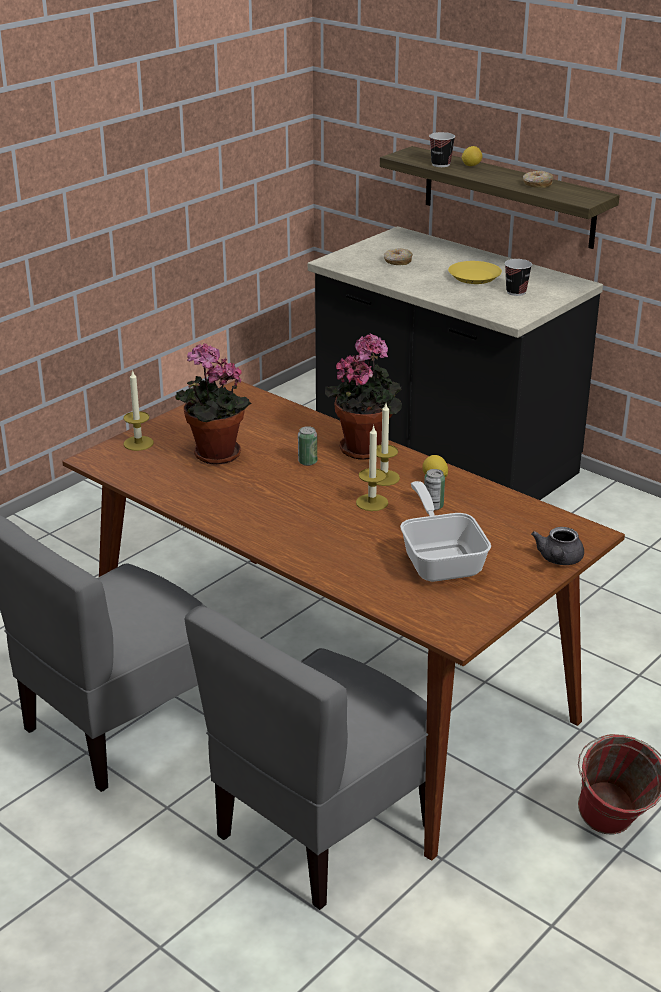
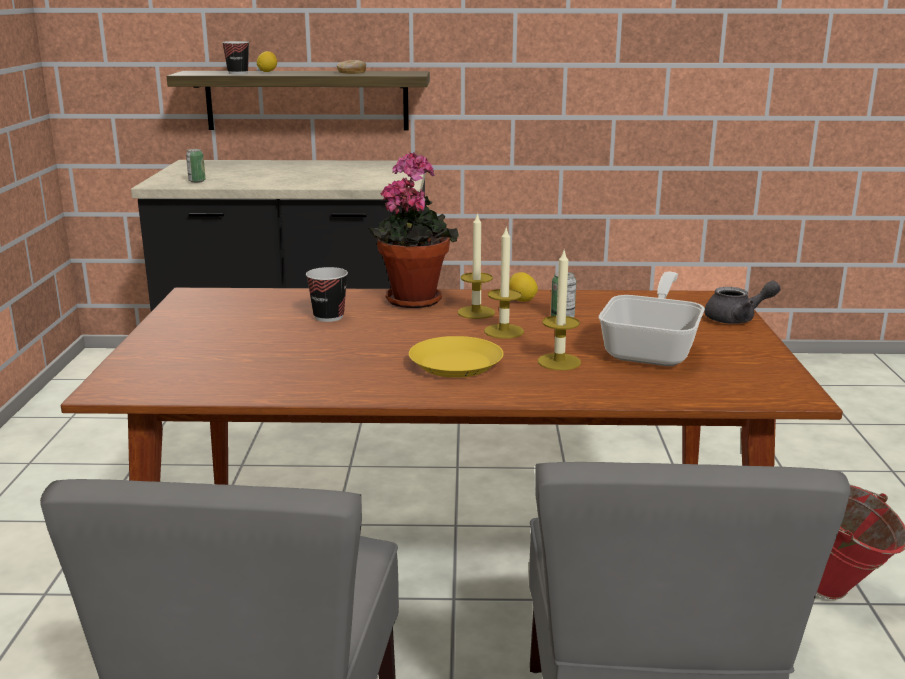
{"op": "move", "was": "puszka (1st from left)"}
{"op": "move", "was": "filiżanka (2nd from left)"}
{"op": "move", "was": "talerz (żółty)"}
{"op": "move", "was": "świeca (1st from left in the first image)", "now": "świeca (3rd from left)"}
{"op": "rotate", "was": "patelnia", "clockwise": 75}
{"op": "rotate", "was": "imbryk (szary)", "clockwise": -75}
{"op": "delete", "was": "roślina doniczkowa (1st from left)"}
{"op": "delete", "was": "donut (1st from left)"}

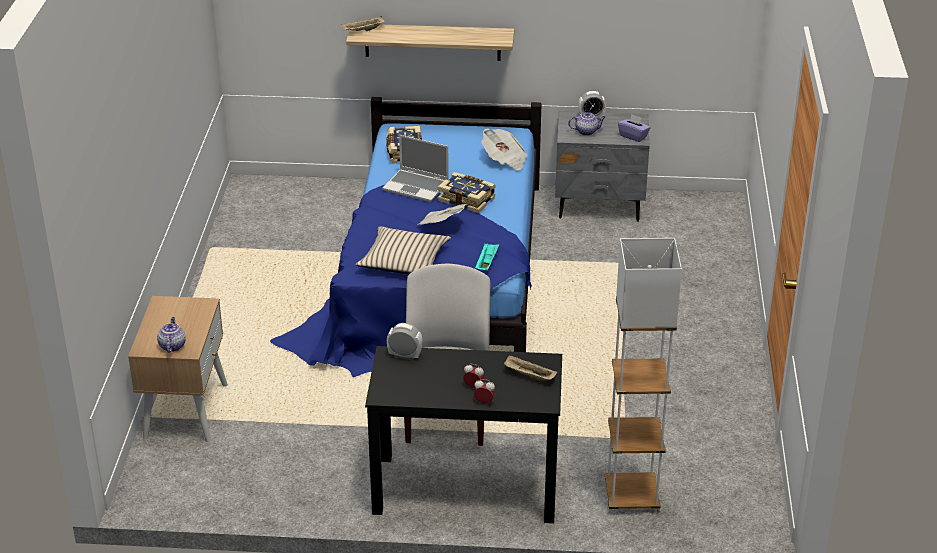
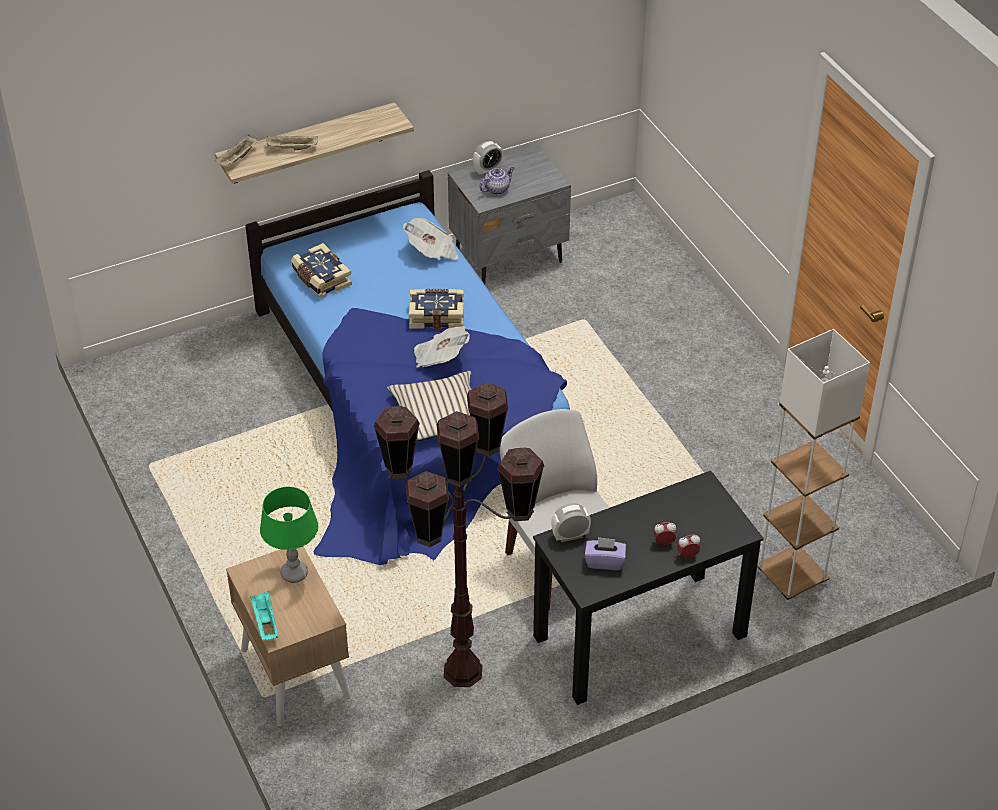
{"op": "move", "was": "taca (turkusowy)"}
{"op": "insert", "now": "lampa stołowa (zielony)"}
{"op": "move", "was": "taca (beżowy) (2nd from left)"}
{"op": "insert", "now": "lampa stojąca (brązowy)"}
{"op": "move", "was": "pudełko chusteczek (fioletowy)"}
{"op": "delete", "was": "imbryk (1st from left)"}
{"op": "delete", "was": "laptop"}

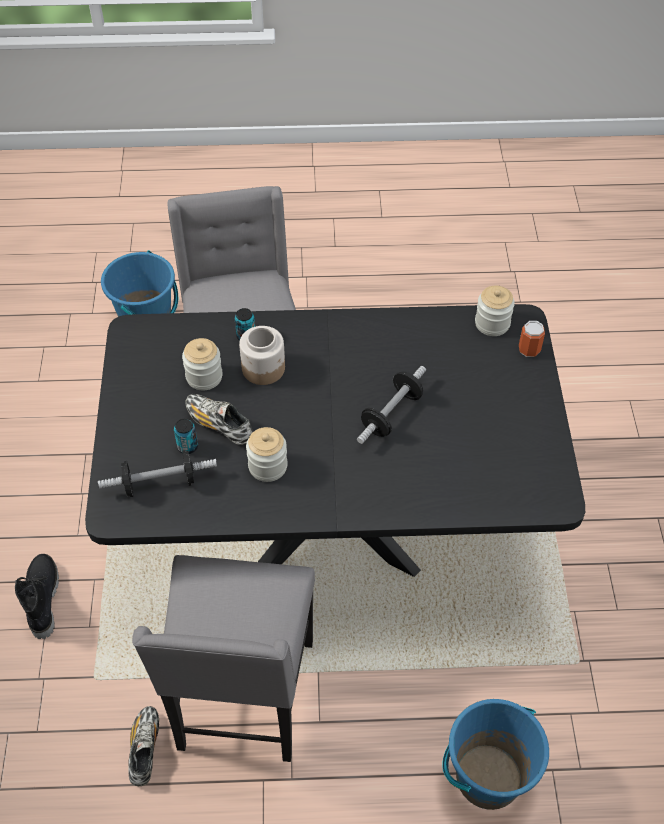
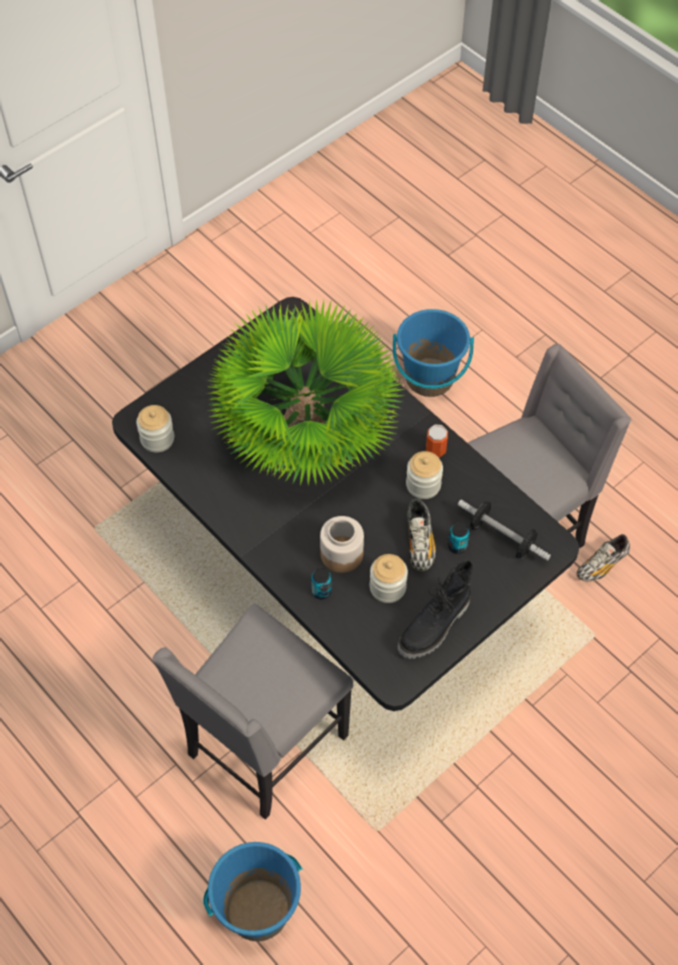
{"op": "replace", "was": "hantel (2nd from left)", "now": "roślina doniczkowa"}
{"op": "move", "was": "but z cholewką (czarny)"}
{"op": "move", "was": "puszka (3rd from left in the first image)", "now": "puszka (2nd from left)"}

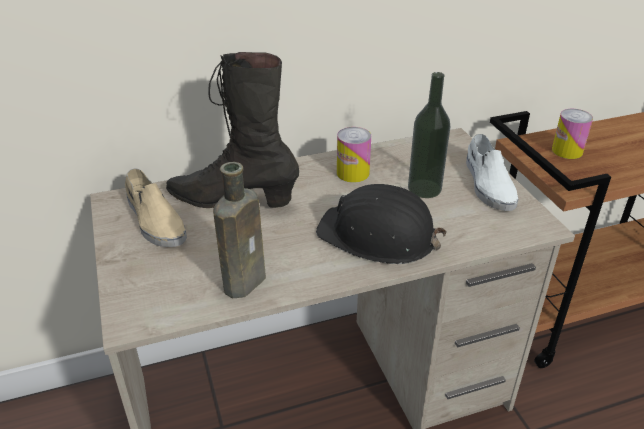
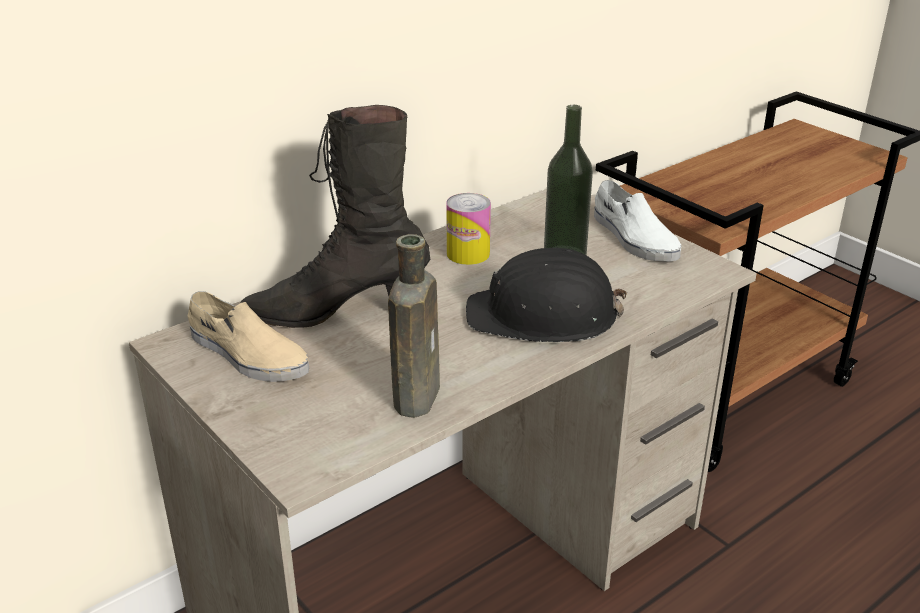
{"op": "delete", "was": "puszka (2nd from left)"}

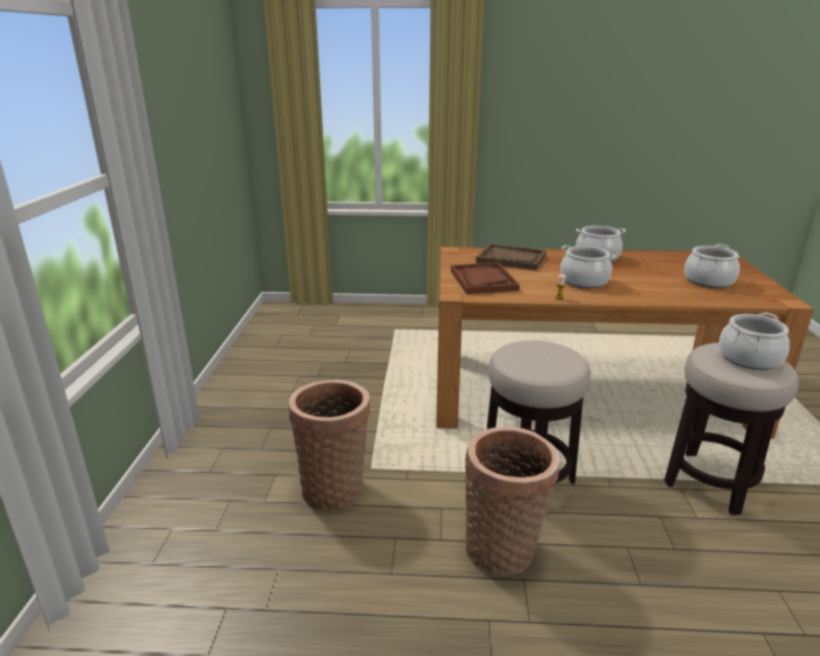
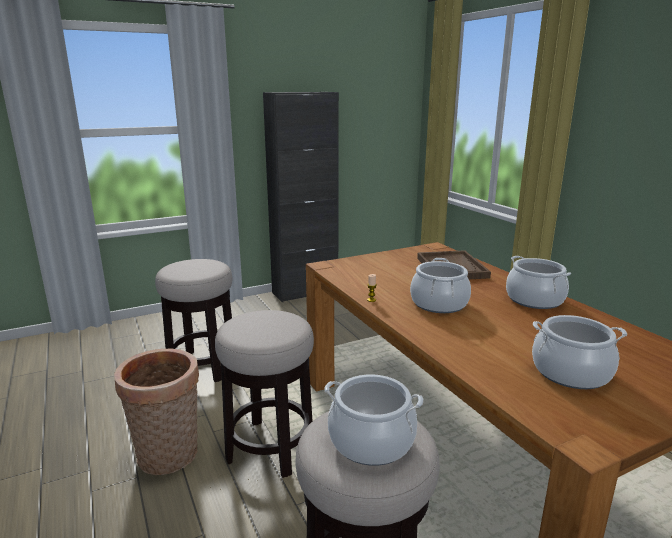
{"op": "replace", "was": "koszyk (1st from left)", "now": "stołek (1st from left)"}
{"op": "insert", "now": "szafka (czarny)"}
{"op": "delete", "was": "taca (brązowy) (1st from left)"}

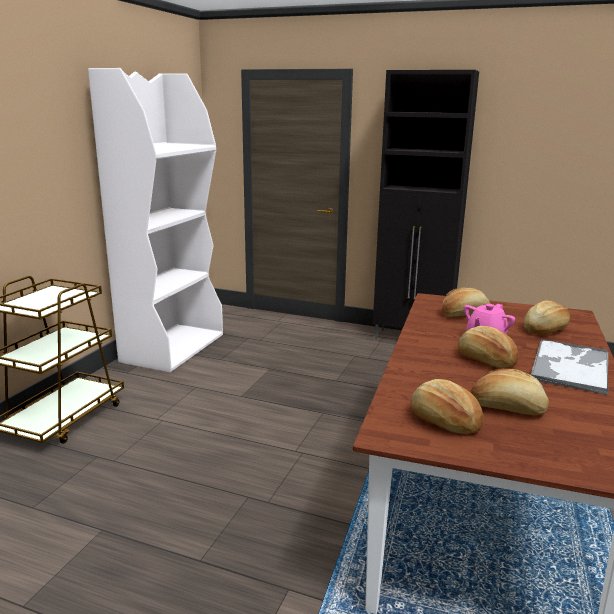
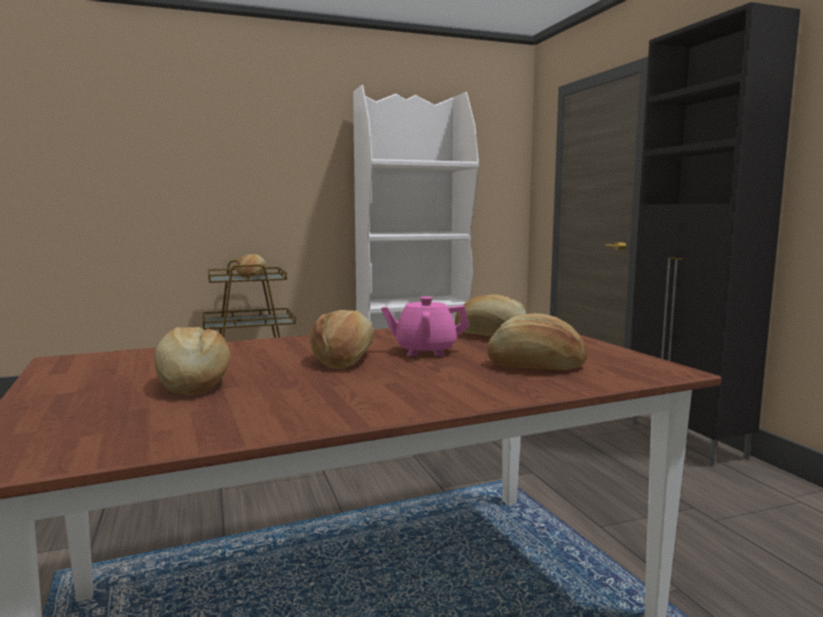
{"op": "move", "was": "chleb (1st from left in the first image)", "now": "chleb (2nd from left)"}
{"op": "delete", "was": "taca"}

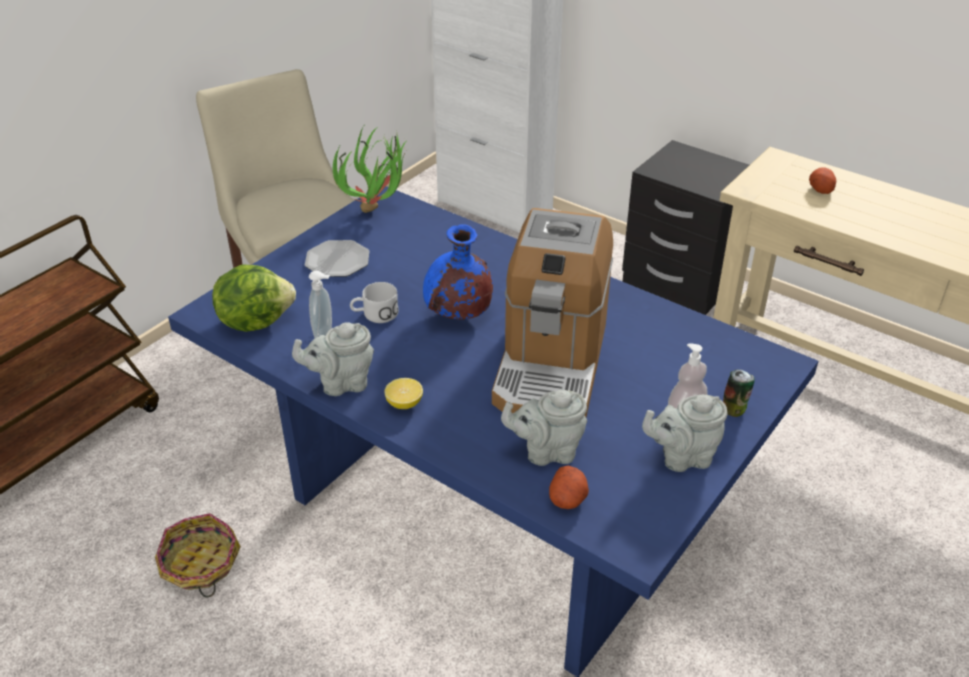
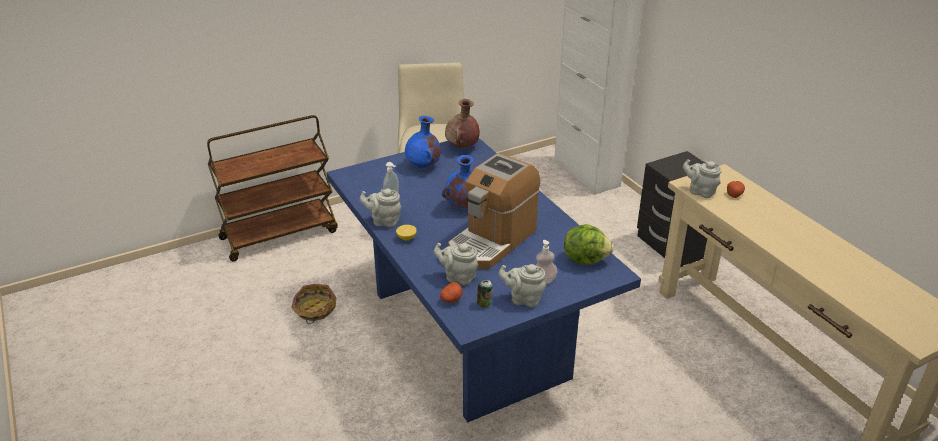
{"op": "replace", "was": "talerz", "now": "wazon (niebieski) (1st from left)"}
{"op": "replace", "was": "roślina doniczkowa", "now": "wazon (brązowy)"}
{"op": "move", "was": "puszka"}
{"op": "move", "was": "sałata"}
{"op": "insert", "now": "imbryk (szary) (4th from left)"}
{"op": "delete", "was": "kubek (biały)"}

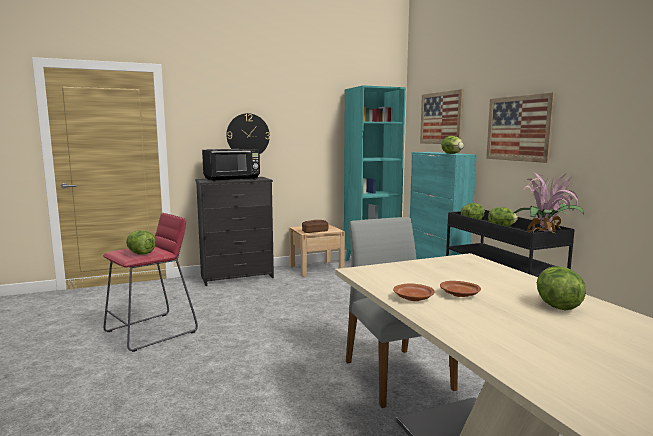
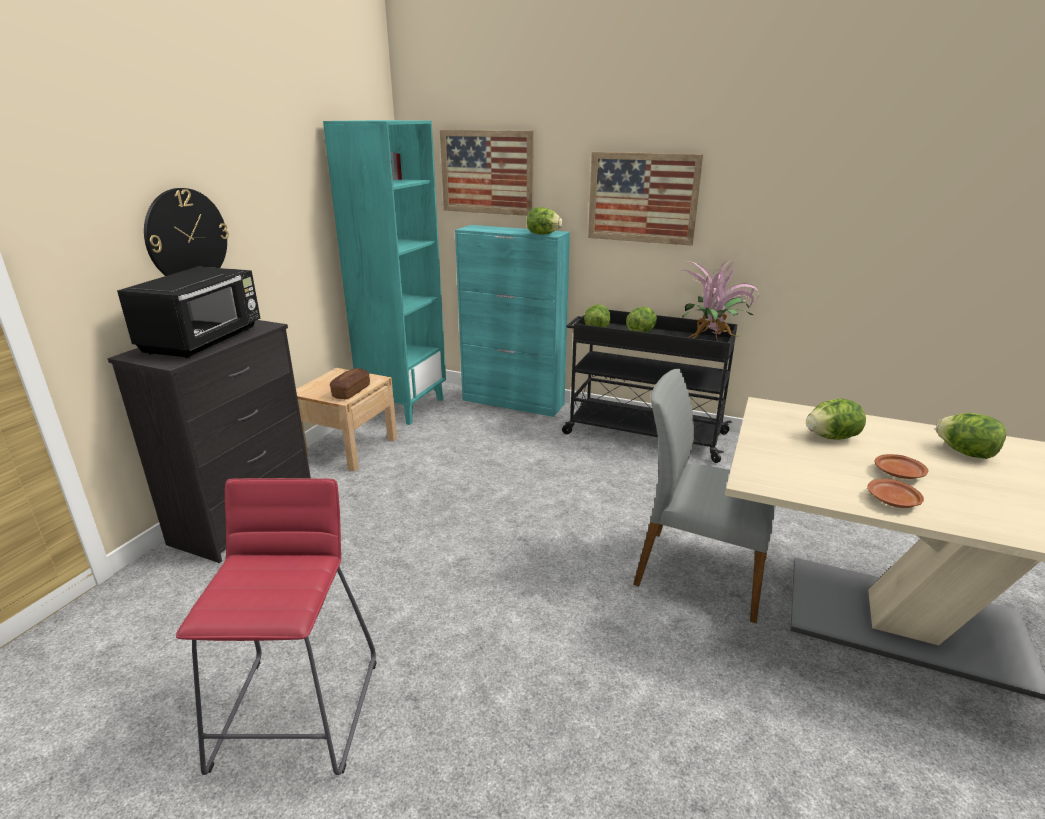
{"op": "move", "was": "sałata (1st from left in the first image)", "now": "sałata (4th from left)"}

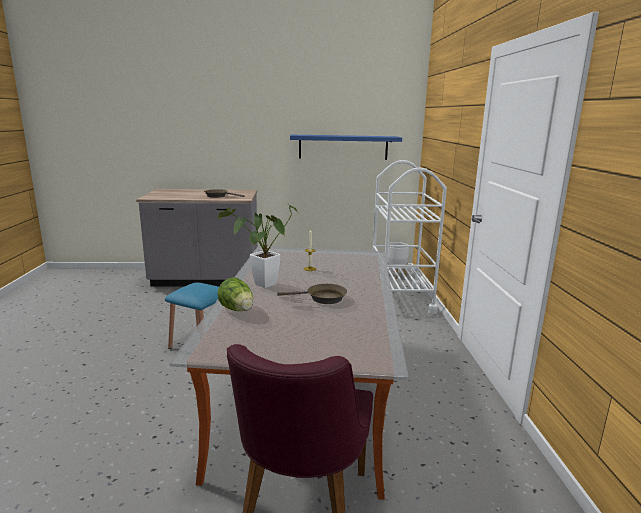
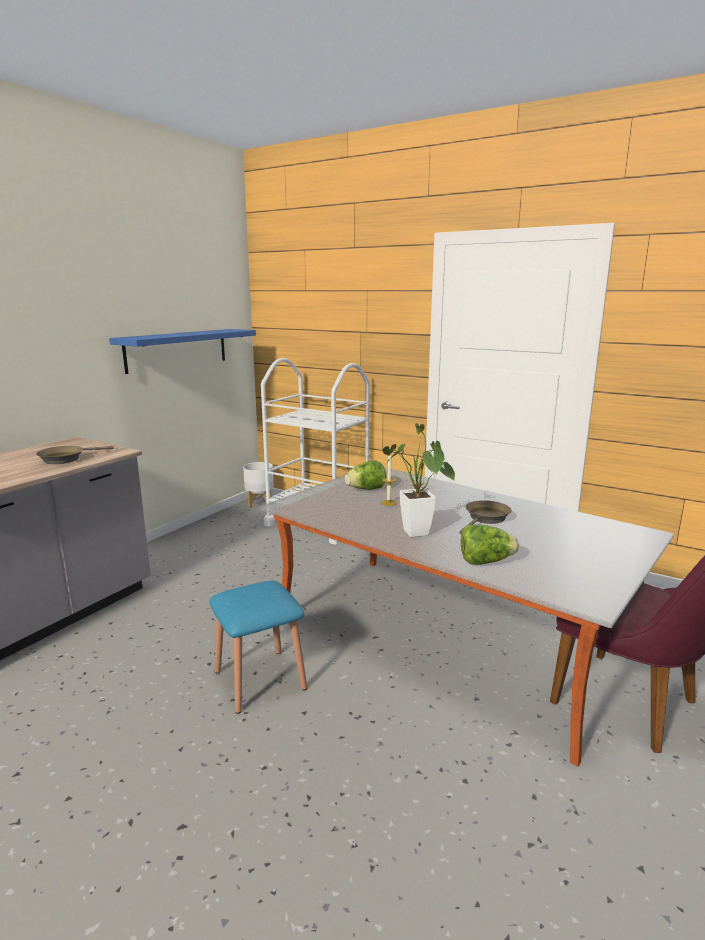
{"op": "insert", "now": "sałata (1st from left)"}

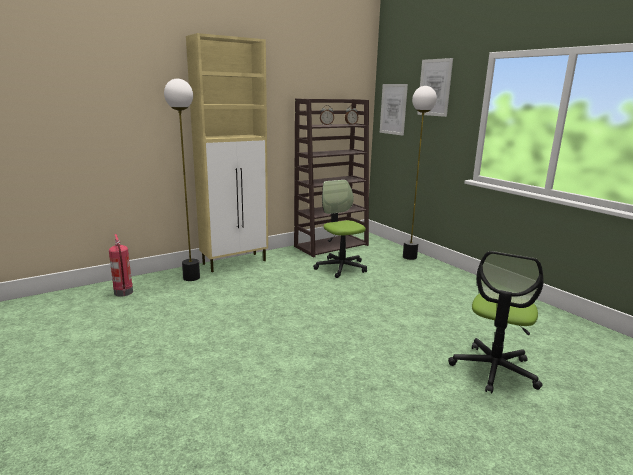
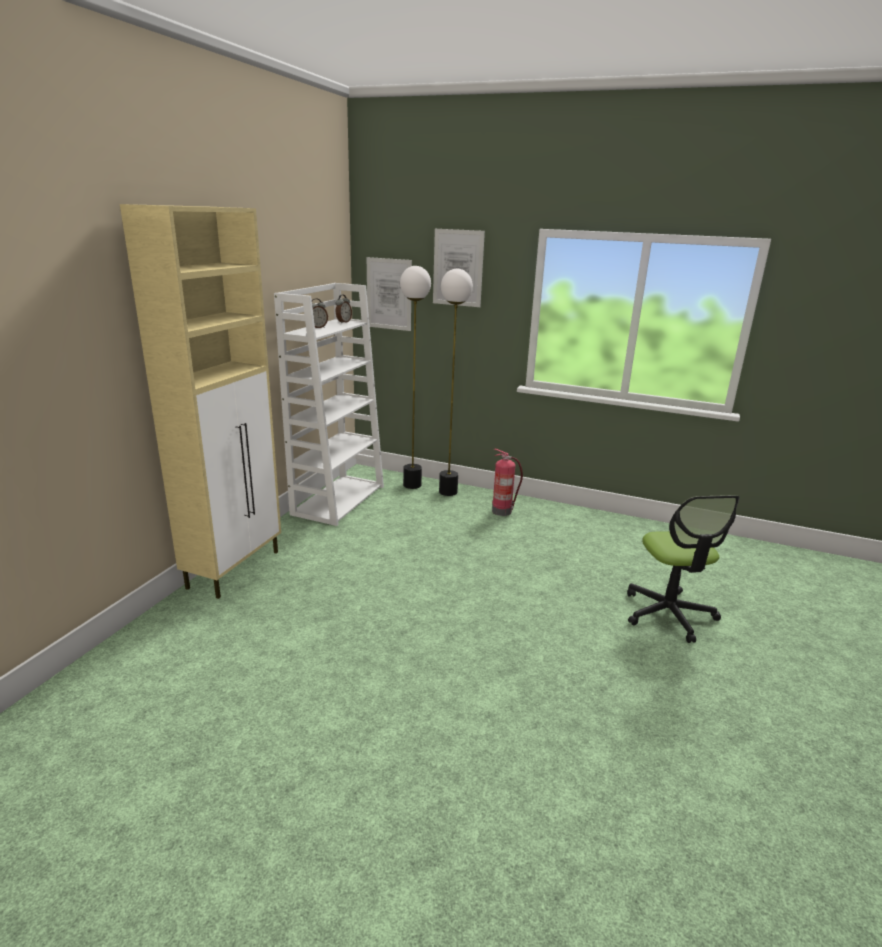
{"op": "recolor", "was": "regał (brązowy)", "now": "regał (biały)"}
{"op": "move", "was": "lampa stojąca (1st from left)"}
{"op": "move", "was": "gaśnica"}
{"op": "delete", "was": "krzesło biurowe (1st from left)"}

